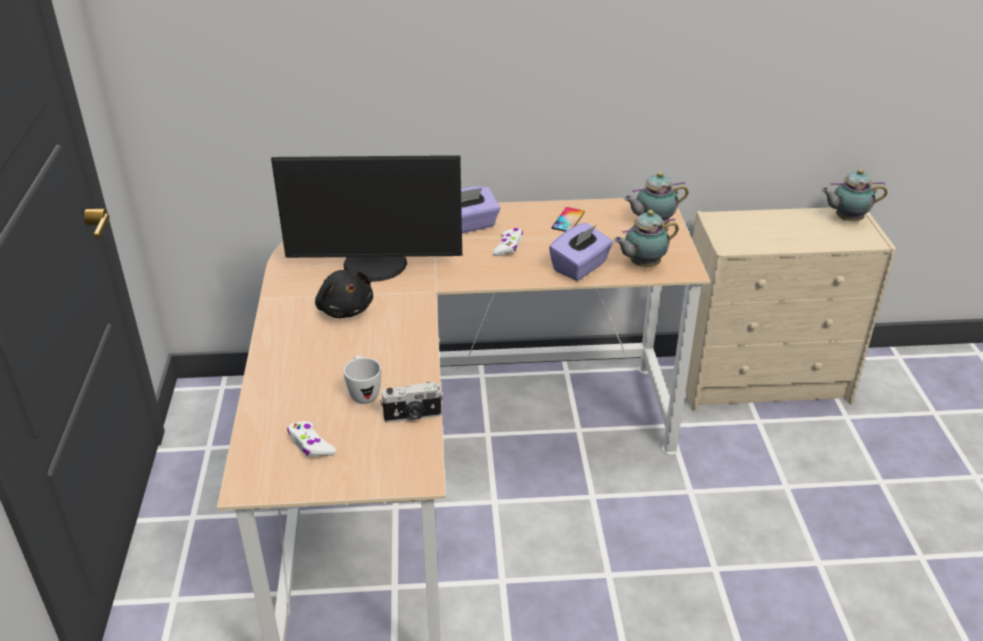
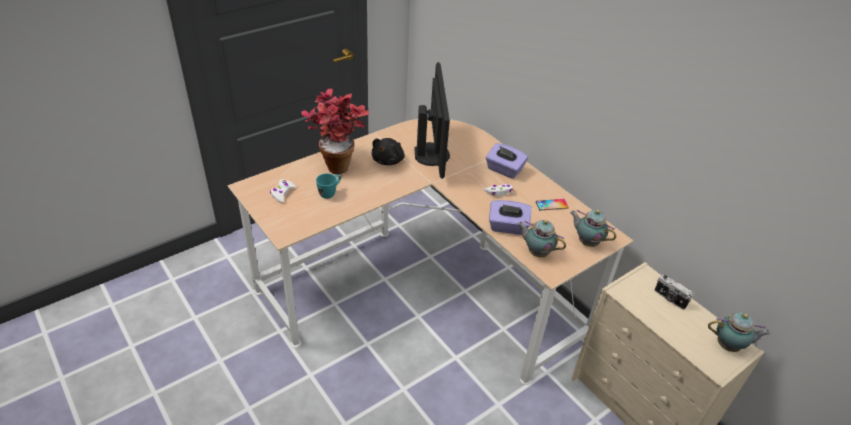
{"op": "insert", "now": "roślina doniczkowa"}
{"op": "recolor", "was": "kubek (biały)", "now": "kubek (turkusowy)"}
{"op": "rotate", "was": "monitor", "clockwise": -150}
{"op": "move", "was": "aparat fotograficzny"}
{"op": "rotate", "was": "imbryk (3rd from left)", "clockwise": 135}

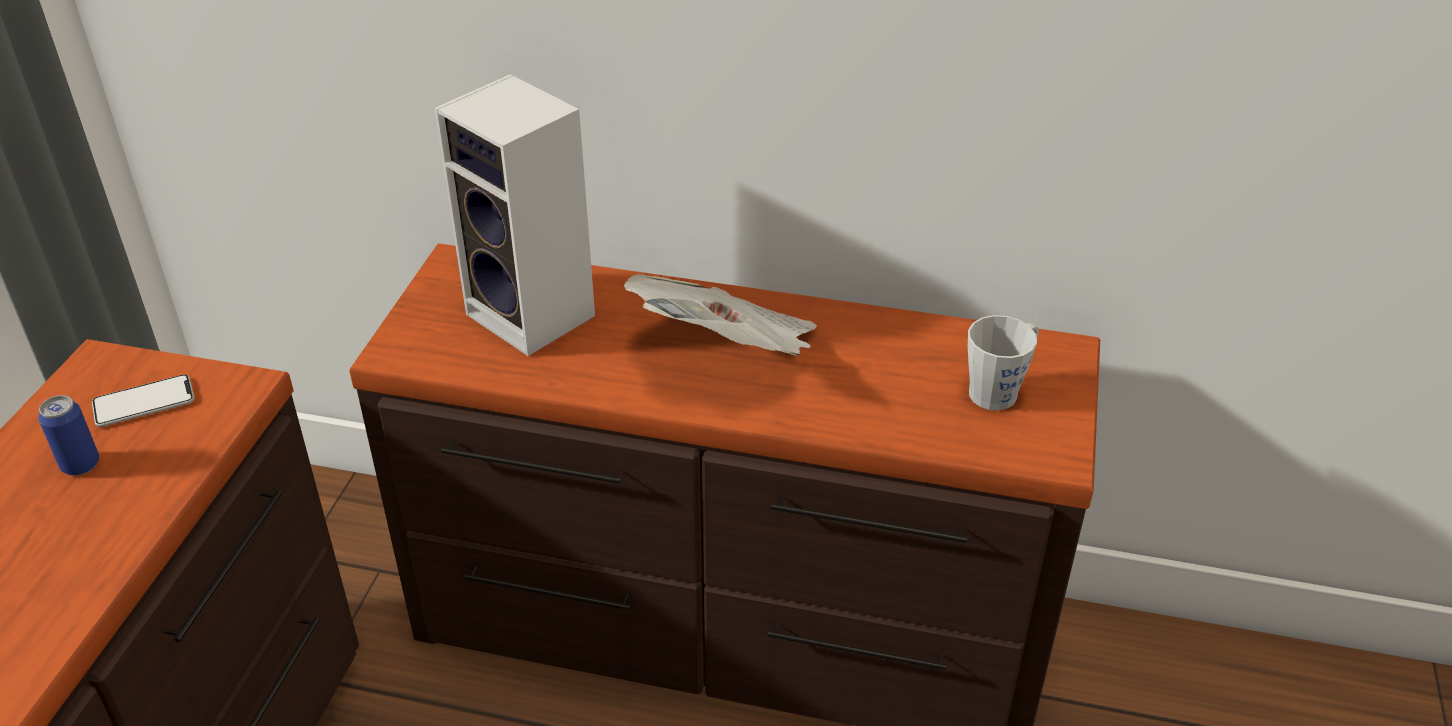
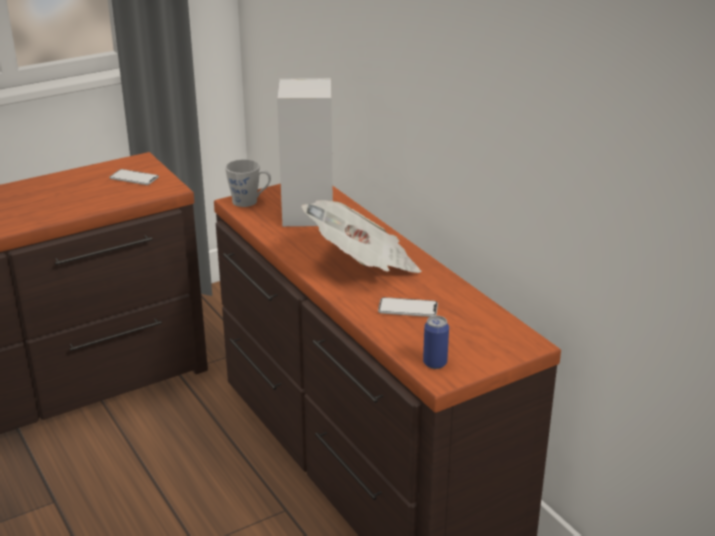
{"op": "move", "was": "kubek (szary)"}
{"op": "insert", "now": "telefon (2nd from left)"}
{"op": "move", "was": "puszka"}

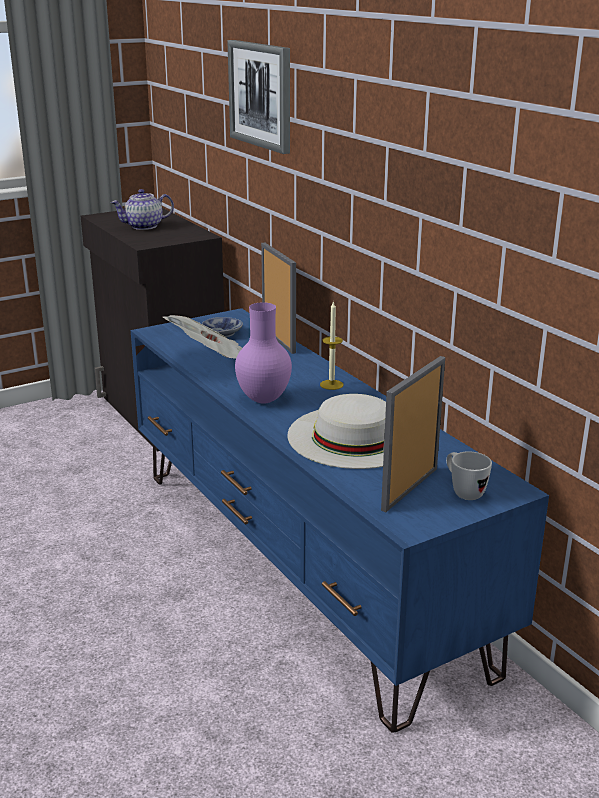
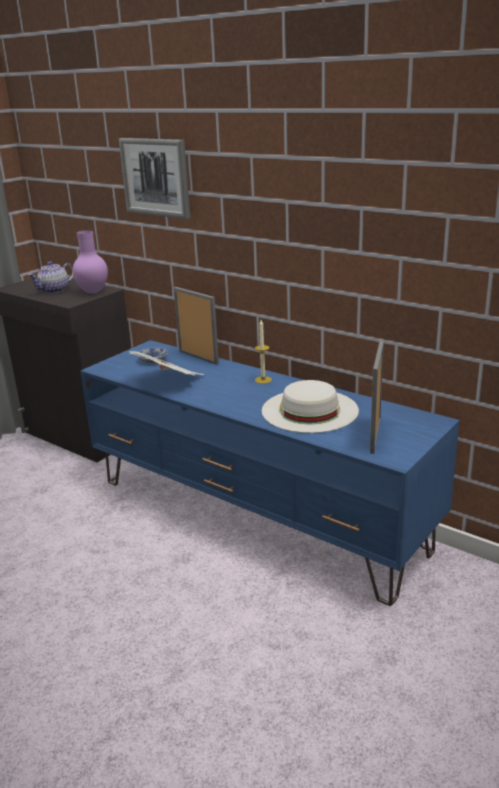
{"op": "move", "was": "wazon (fioletowy)"}
{"op": "delete", "was": "kubek (biały)"}

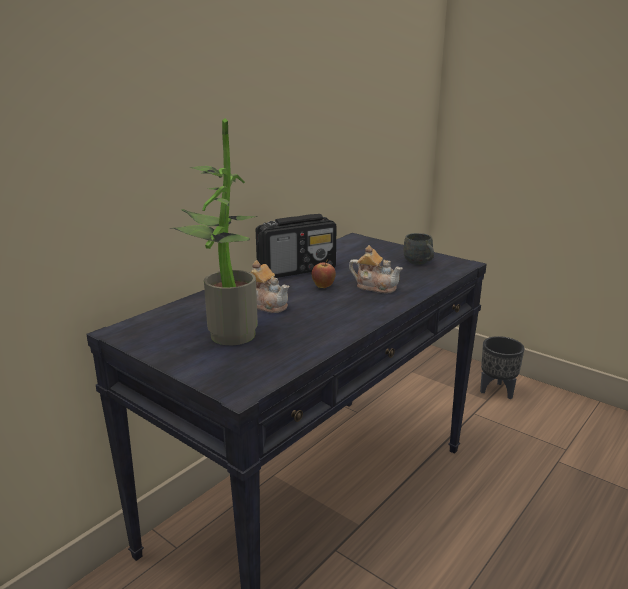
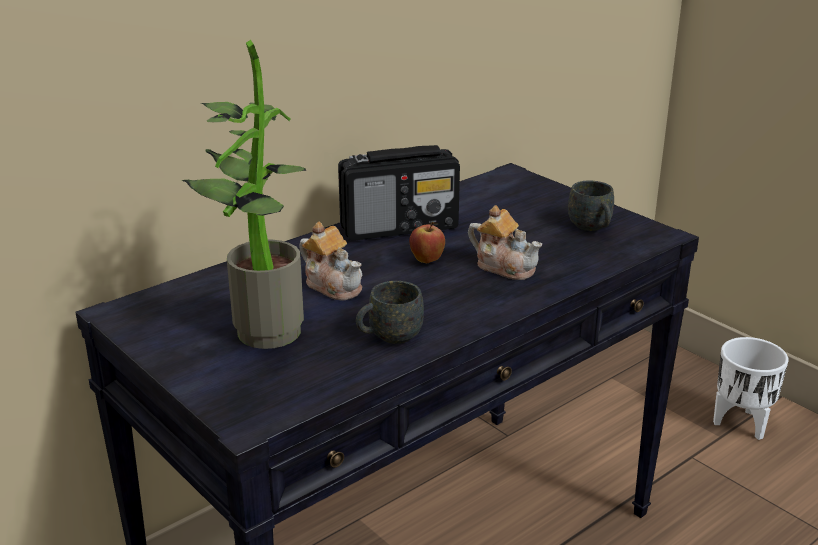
{"op": "insert", "now": "kubek (szary) (1st from left)"}
{"op": "recolor", "was": "donica (czarny)", "now": "donica (biały)"}

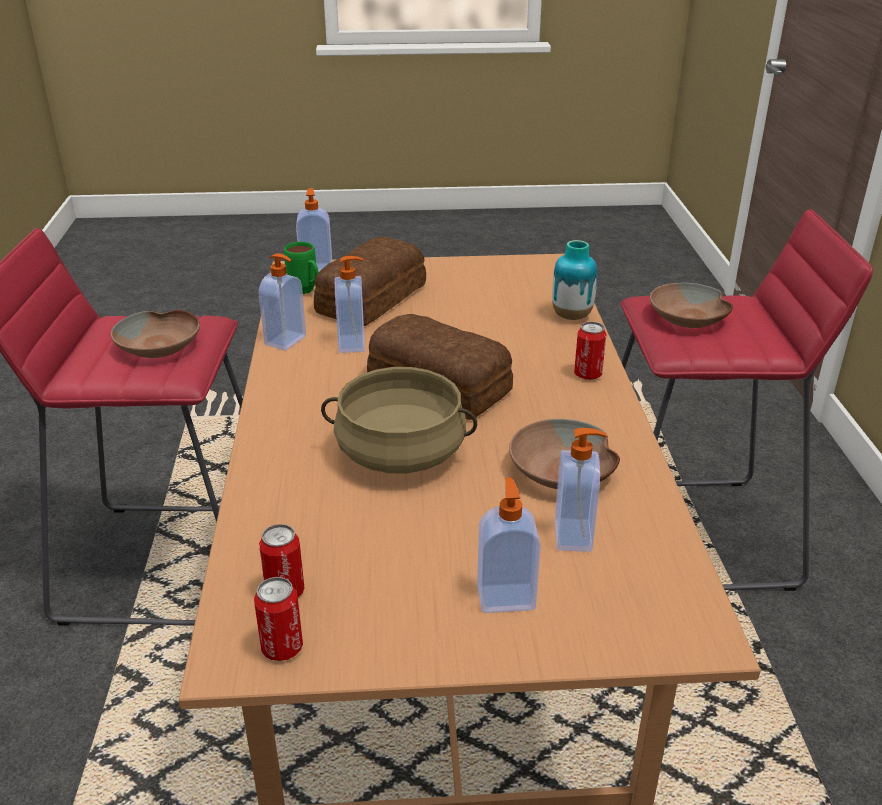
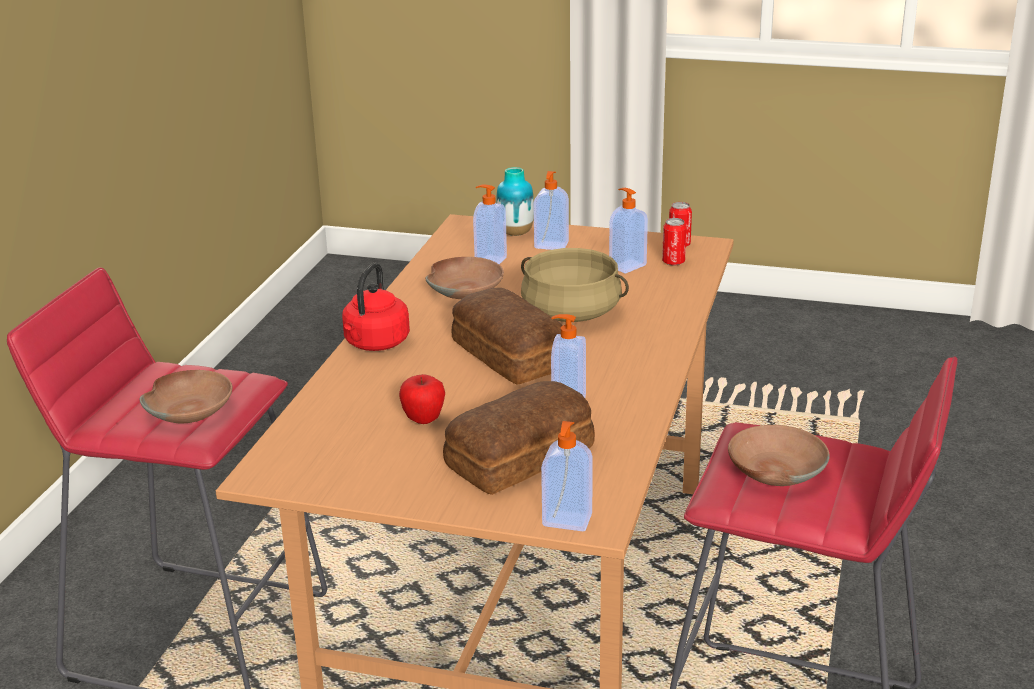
{"op": "replace", "was": "puszka (3rd from left)", "now": "czajnik (czerwony)"}
{"op": "insert", "now": "jabłko"}
{"op": "move", "was": "wazon"}
{"op": "move", "was": "dozownik mydła (1st from left in the first image)", "now": "dozownik mydła (5th from left)"}
{"op": "delete", "was": "kubek (zielony)"}

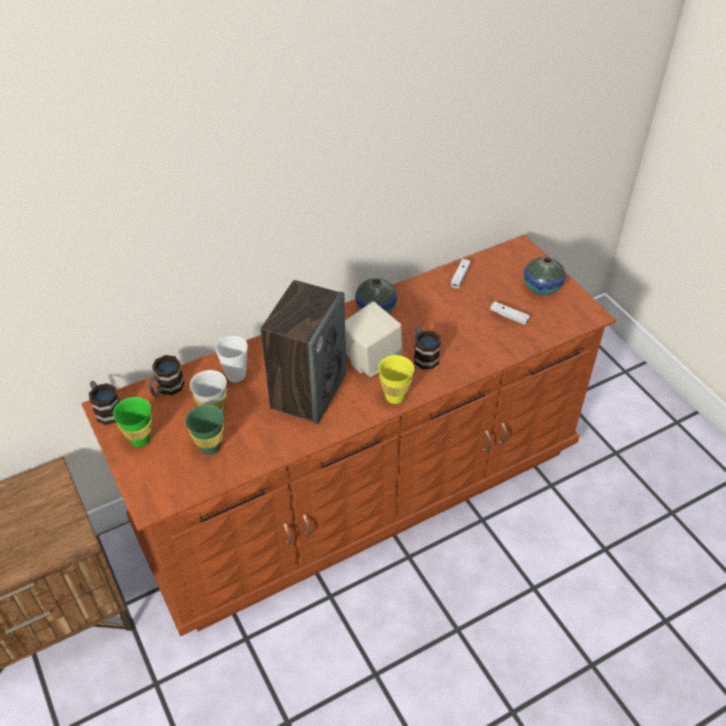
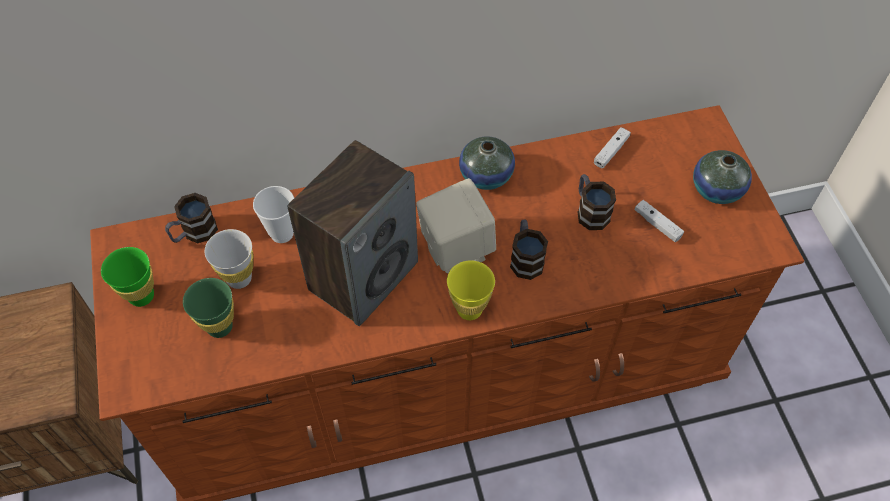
{"op": "move", "was": "kubek (1st from left in the first image)", "now": "kubek (3rd from left)"}

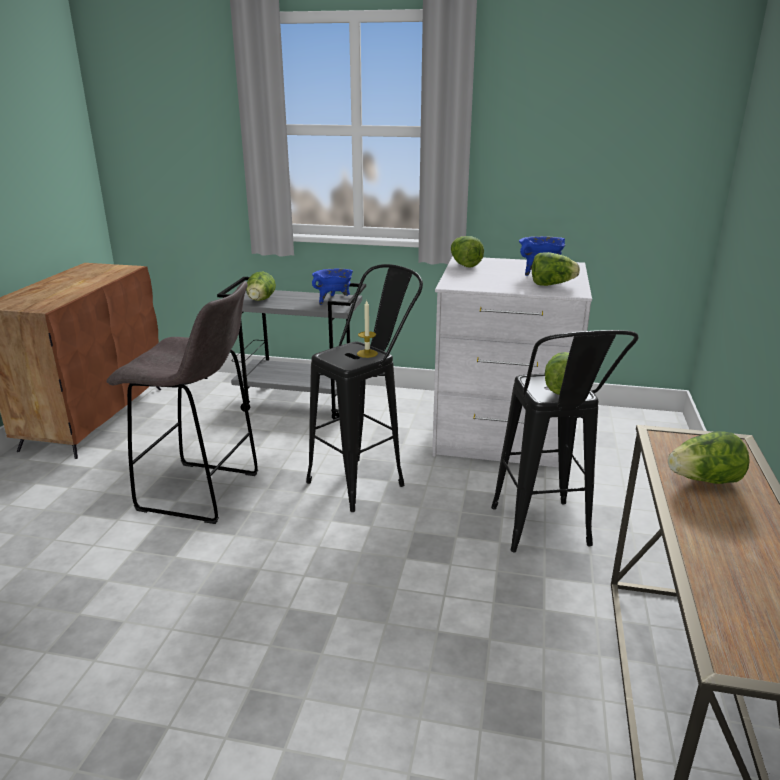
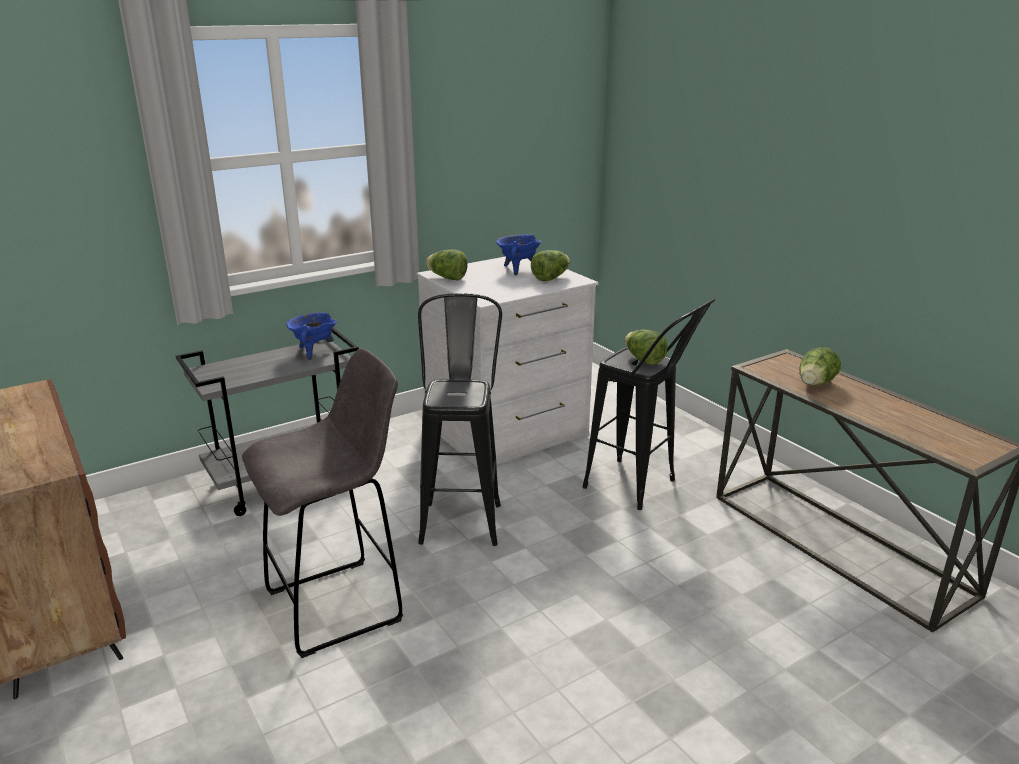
{"op": "delete", "was": "sałata (1st from left)"}
{"op": "delete", "was": "świeca"}

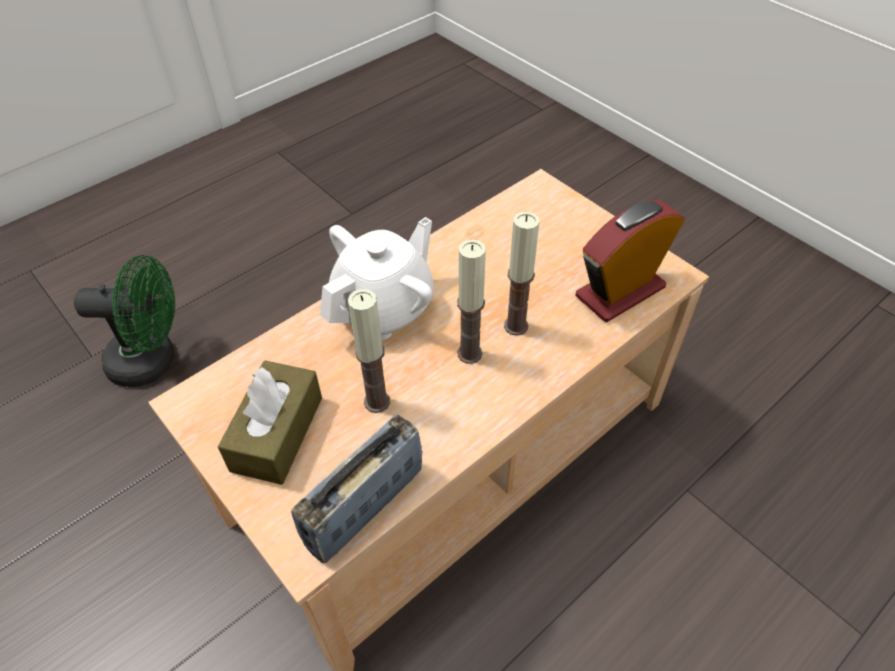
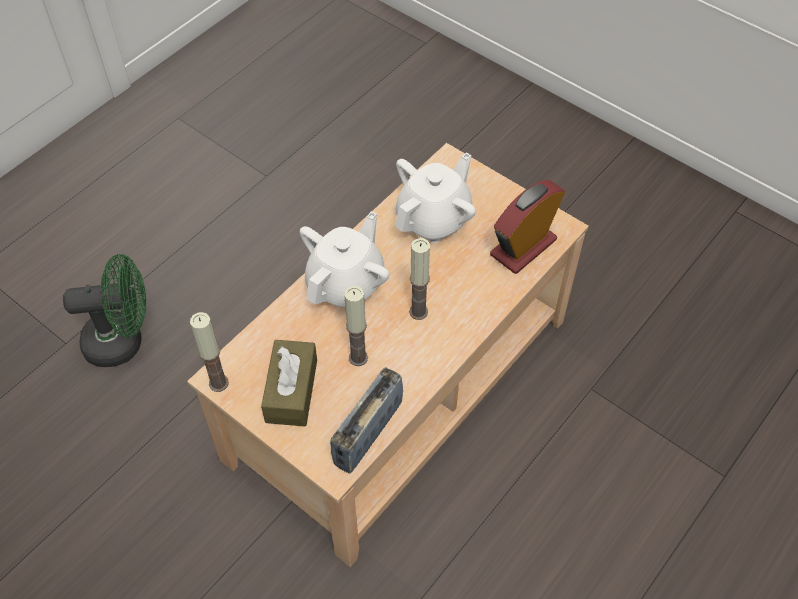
{"op": "move", "was": "świeca (3rd from left in the first image)", "now": "świeca (1st from left)"}
{"op": "insert", "now": "imbryk (biały) (2nd from left)"}

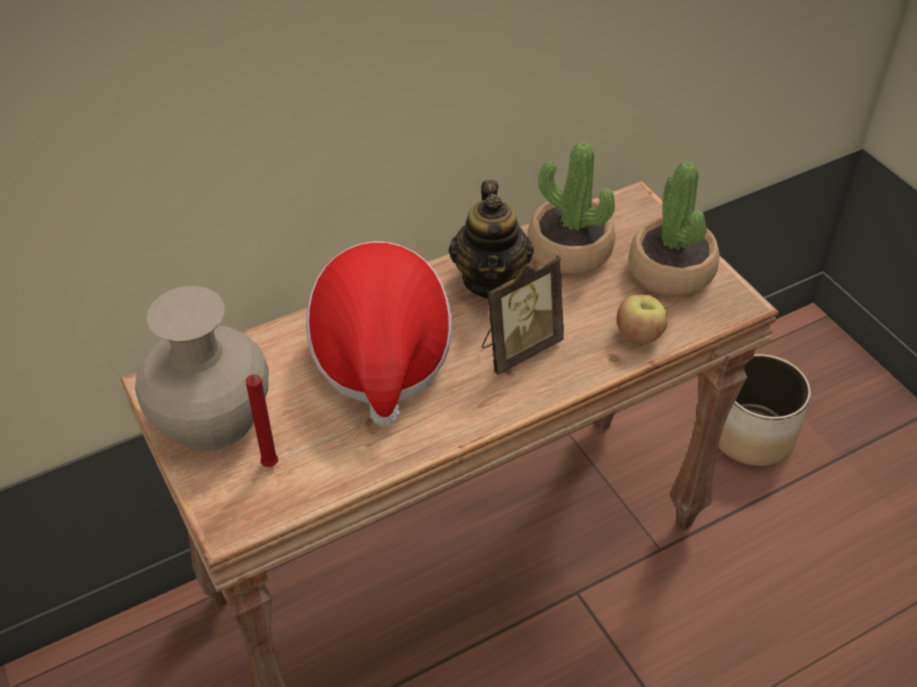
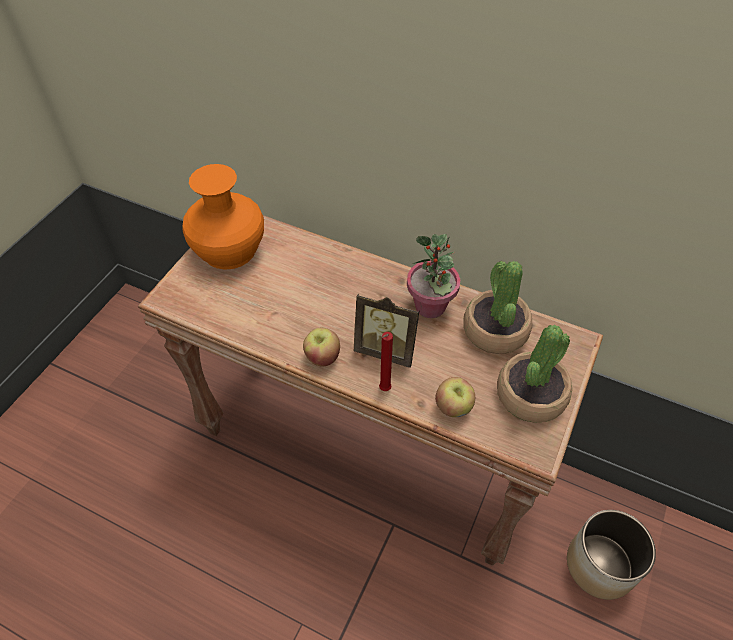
{"op": "recolor", "was": "wazon (beżowy)", "now": "wazon (pomarańczowy)"}
{"op": "insert", "now": "jabłko (1st from left)"}
{"op": "move", "was": "świeca (czerwony)"}
{"op": "replace", "was": "imbryk", "now": "roślina doniczkowa (1st from left)"}
{"op": "delete", "was": "kapelusz"}

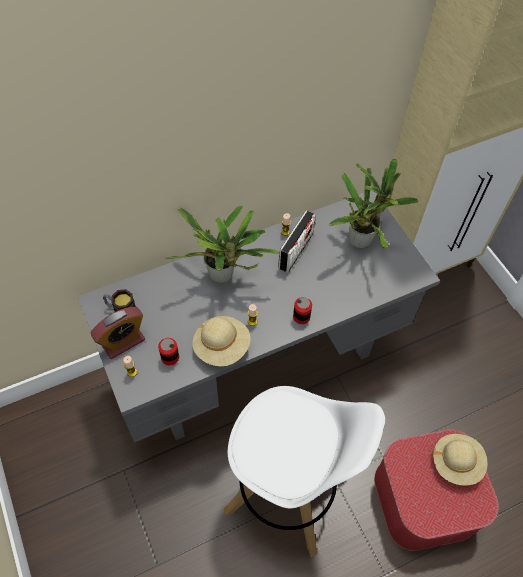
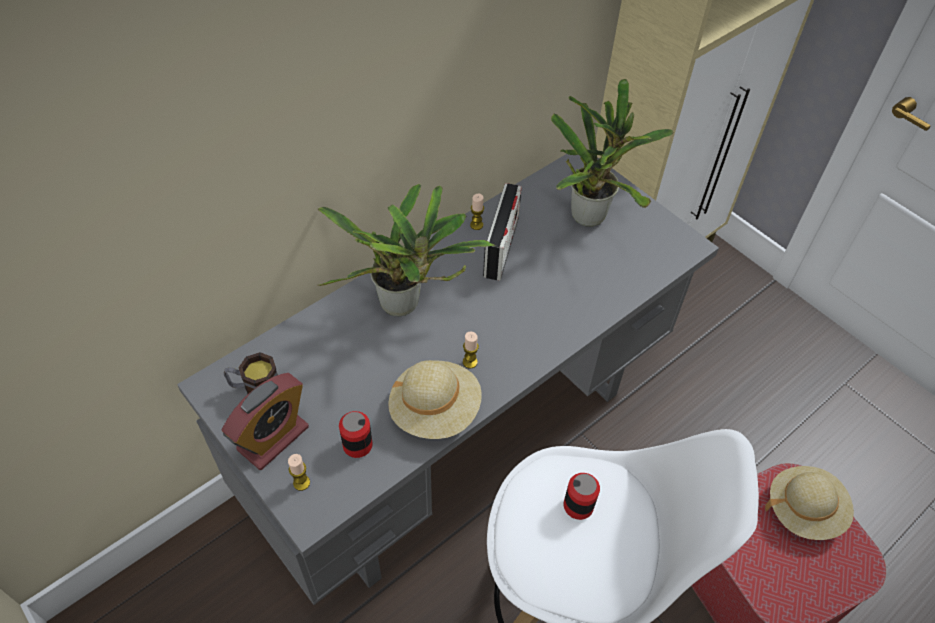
{"op": "move", "was": "puszka (2nd from left)"}

